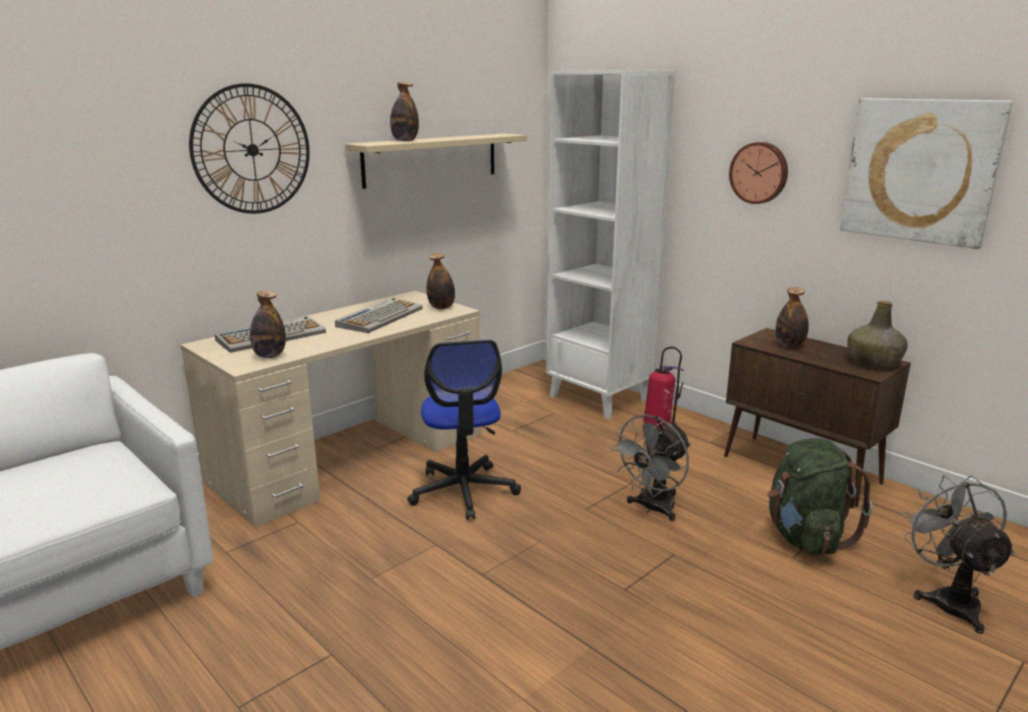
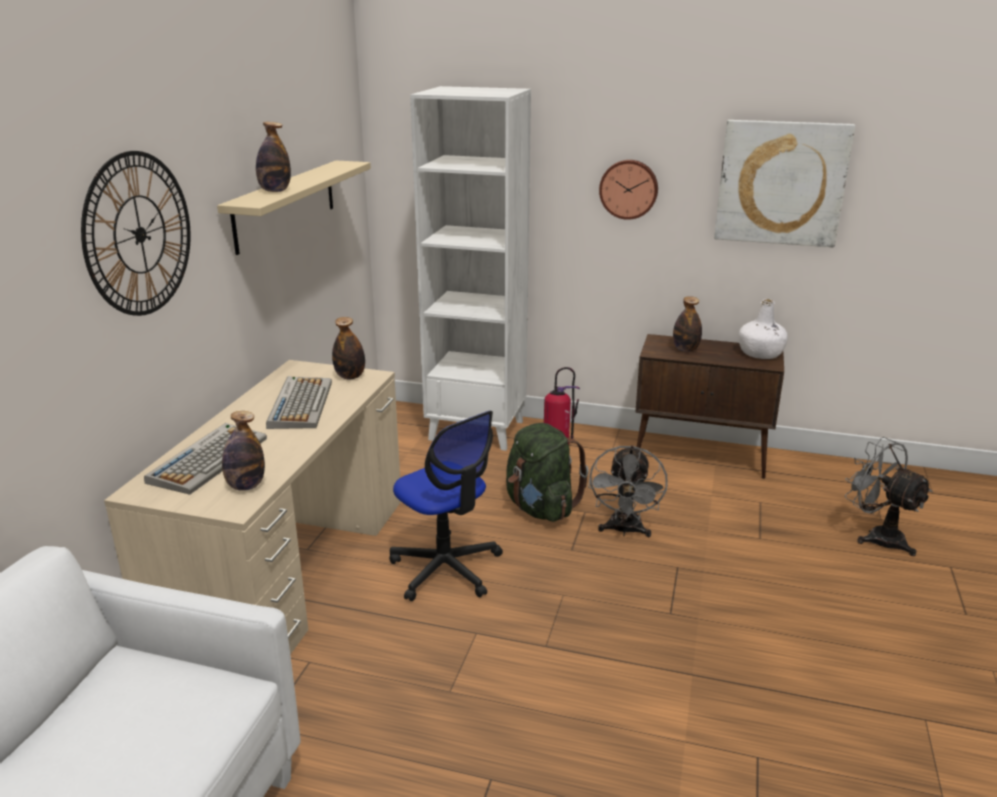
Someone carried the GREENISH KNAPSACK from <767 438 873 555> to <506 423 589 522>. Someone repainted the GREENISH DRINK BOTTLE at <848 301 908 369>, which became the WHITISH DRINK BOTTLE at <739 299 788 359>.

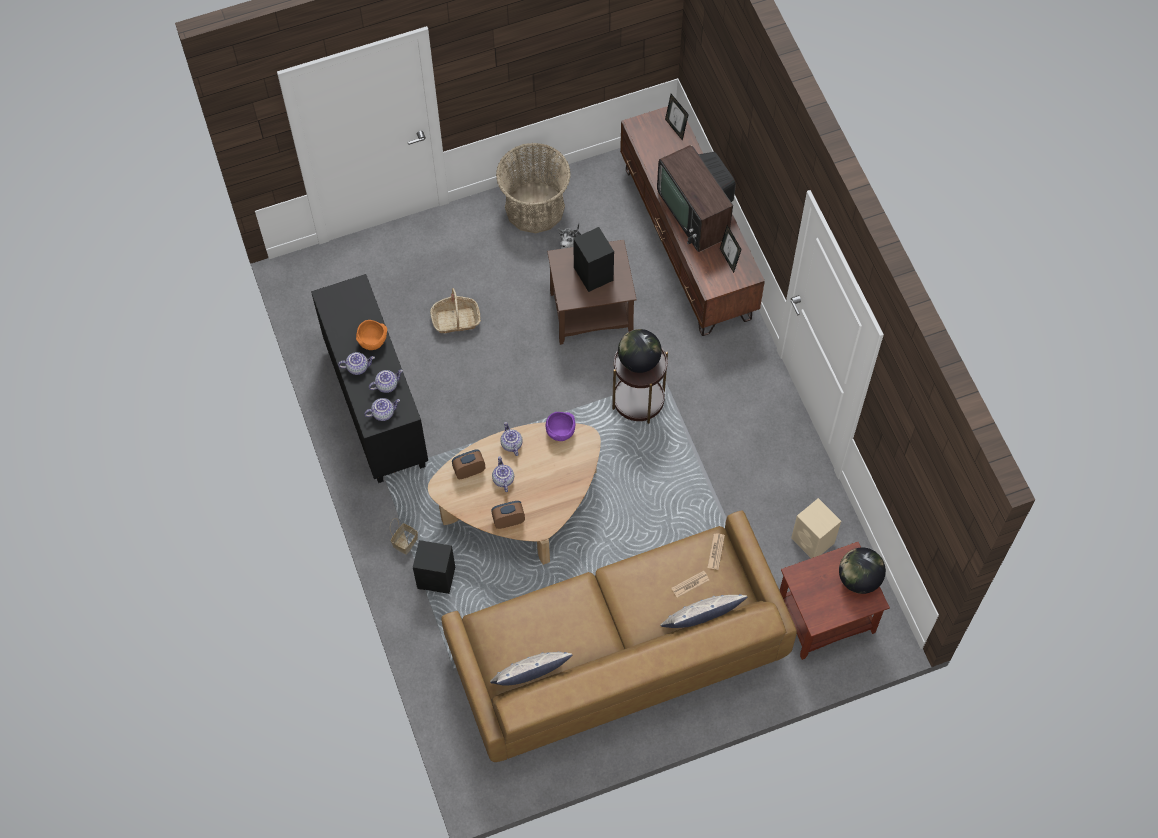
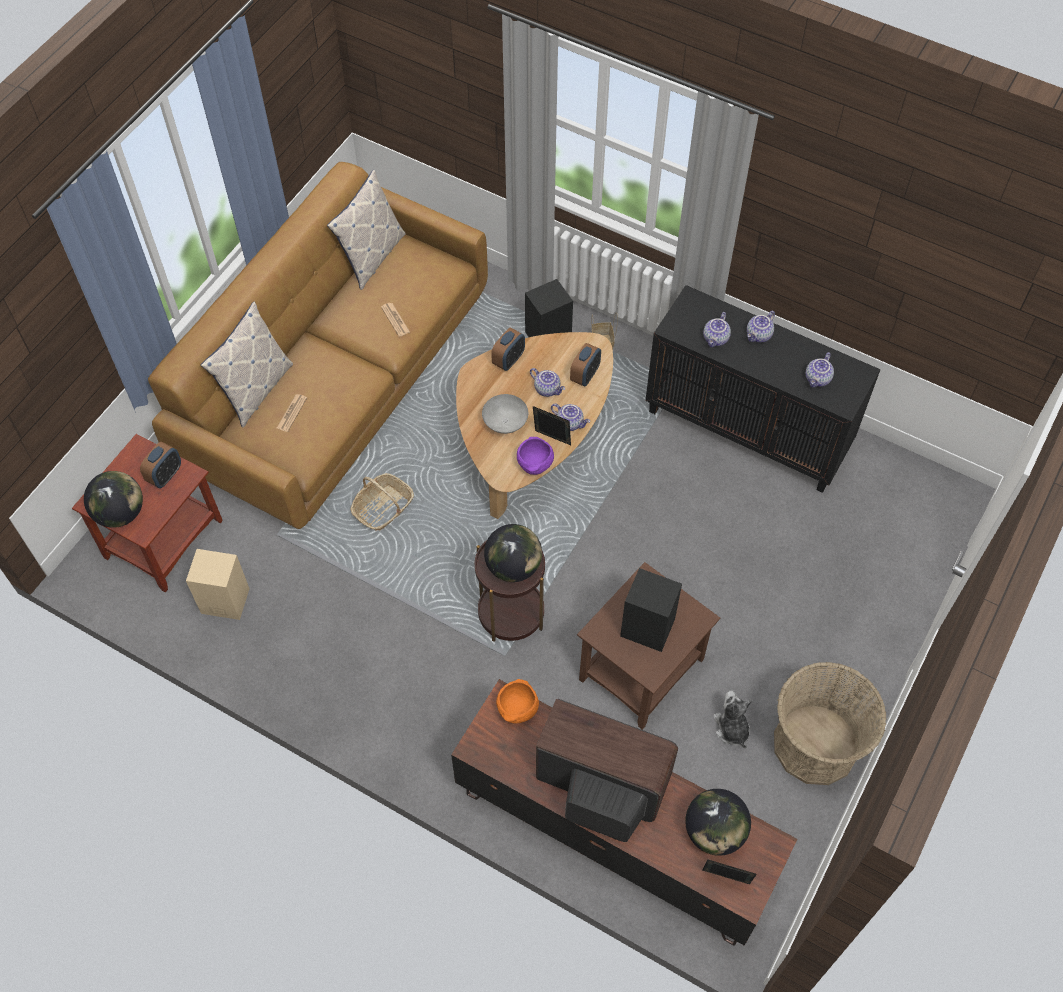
Someone put down the BEDSIDE CLOCK at <140 442 181 488>. Someone carried the STORAGE BASKET from <430 288 481 333> to <350 473 414 531>. Someone carried the PRINTED PAPER from <707 533 725 570> to <381 303 410 337>. Someone put down the GRAY DEEP DISH at <482 394 528 434>. Someone carried the ORANGE-COLOURED DEEP DISH from <356 320 387 350> to <496 679 539 724>. Someone carried the PHOTO FRAME from <720 225 742 273> to <533 406 571 445>. Someone put down the DESK GLOBE at <685 789 751 856>. Someone carried the POT FOR TEA from <364 398 400 421> to <806 352 834 388>.

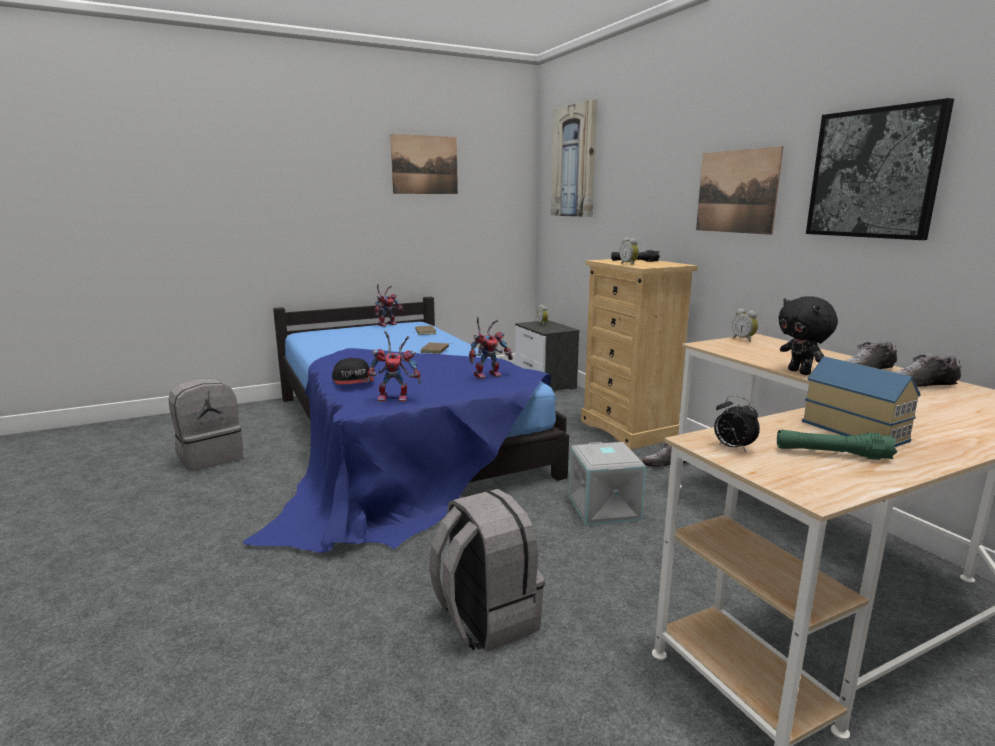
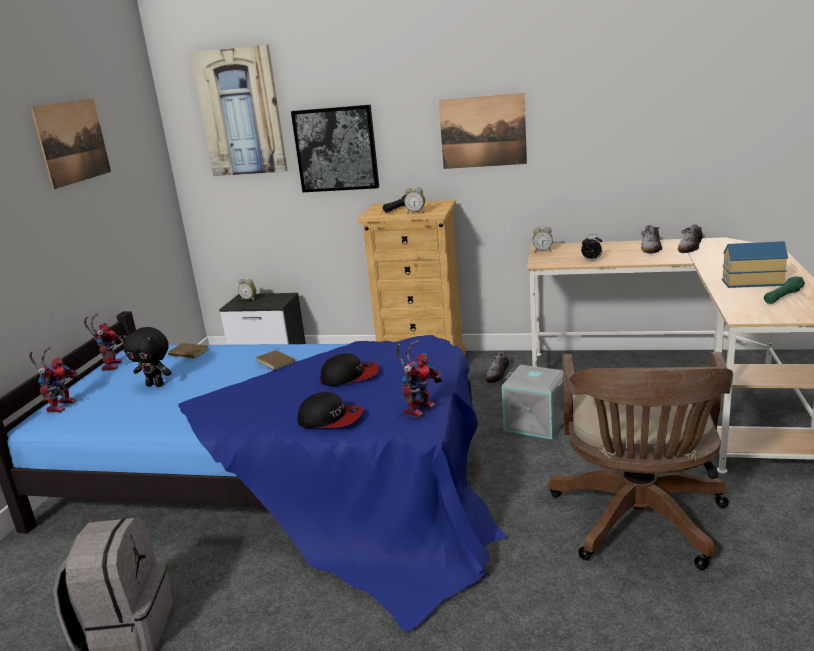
Someone carried the MODEL ROBOT from <469 317 513 379> to <29 346 80 412>. Someone carried the BLACK-COLOURED SOFT TOY from <778 296 838 375> to <123 327 172 387>. Someone carried the WALL PICTURE from <806 98 954 240> to <291 105 379 192>. Someone put down the BASEBALL CAP at <320 353 379 386>. Someone swapped the GRAY KNAPSACK at <429 489 545 652> for the BROWN OFFICE CHAIR at <548 352 733 570>. Someone carried the BEDSIDE CLOCK from <714 395 760 452> to <581 234 602 261>.

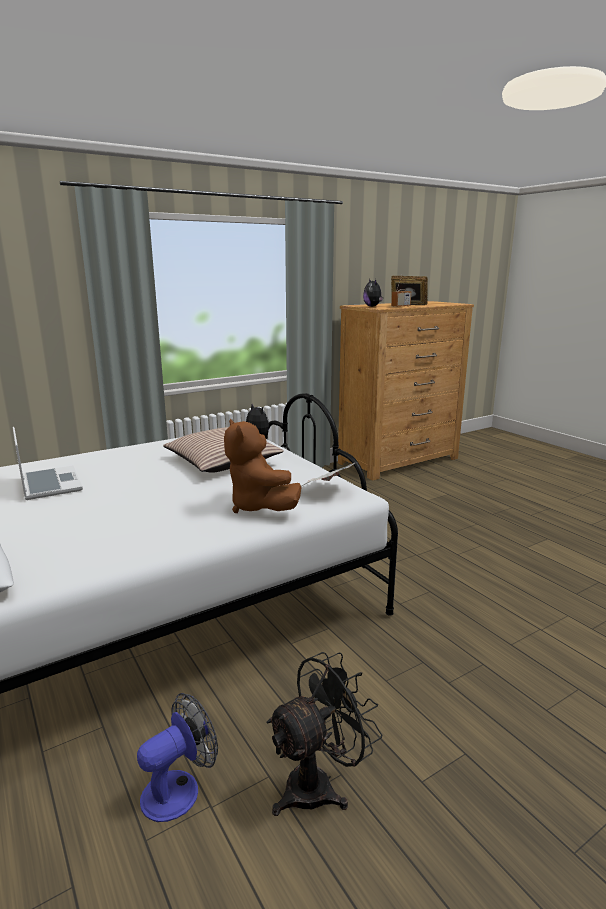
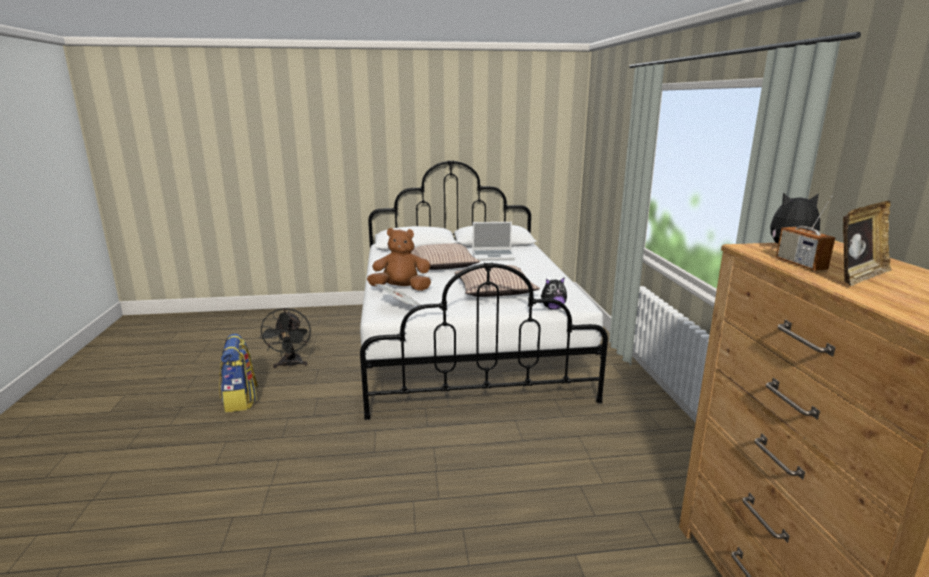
Someone put down the KNAPSACK at <219 334 258 413>. Someone put down the THROW PILLOW at <411 243 480 270>. Someone took away the ELECTRIC FAN at <137 693 218 822>.

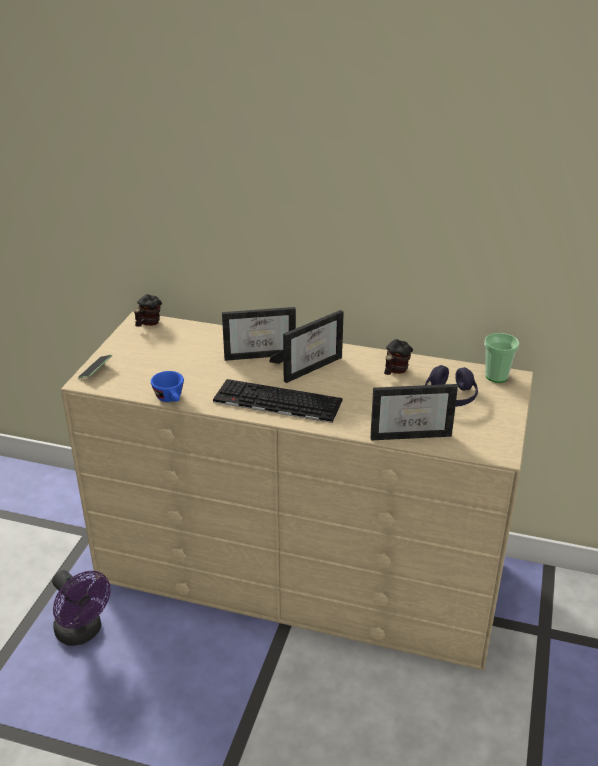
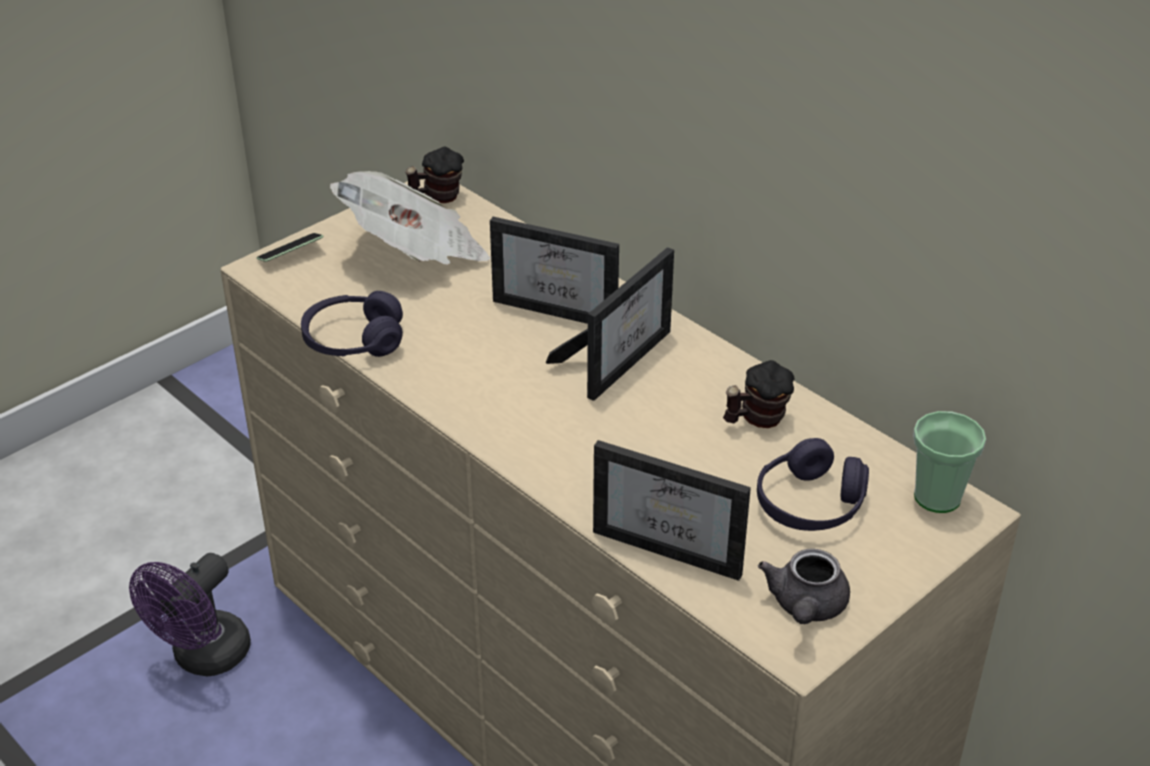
Someone rotated the PURPLE ELECTRIC FAN at <52 570 111 646> by 45 degrees clockwise. Someone swapped the BLUE-COLOURED DRINKING CUP at <151 371 184 402> for the PURPLE HEADSET at <301 291 403 357>. Someone put down the PRINTED PAPER at <330 171 491 265>. Someone rotated the PHOTO FRAME at <269 310 344 383> by 45 degrees counterclockwise. Someone put down the GRAY POT FOR TEA at <758 549 850 624>. Someone took away the PC KEYBOARD at <213 379 343 423>.

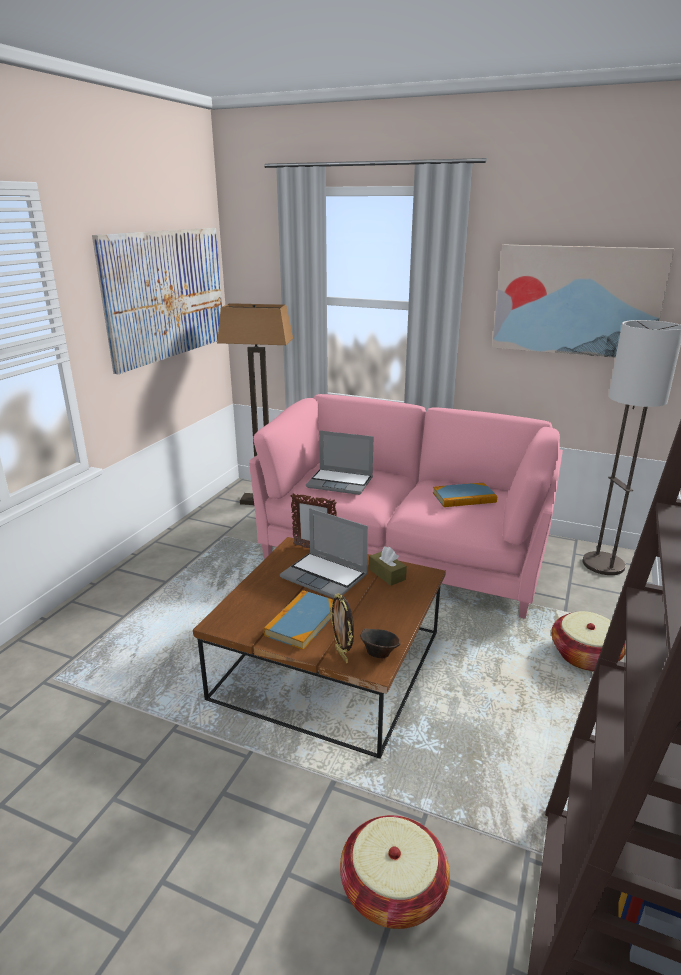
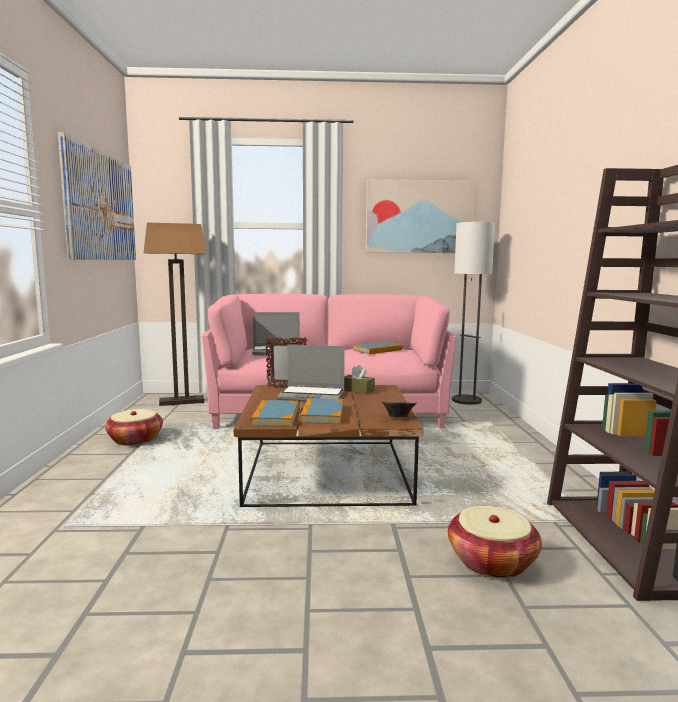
Someone carried the STORAGE BASKET from <551 611 626 671> to <105 409 163 446>. Someone put down the BOUND BOOK at <251 400 298 427>. Someone took away the PHOTO FRAME at <330 593 354 663>.

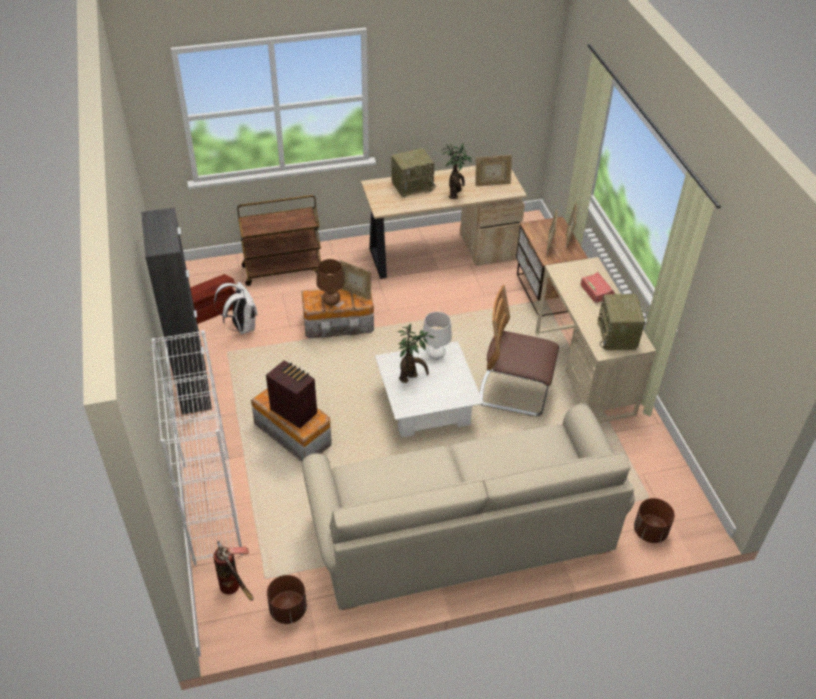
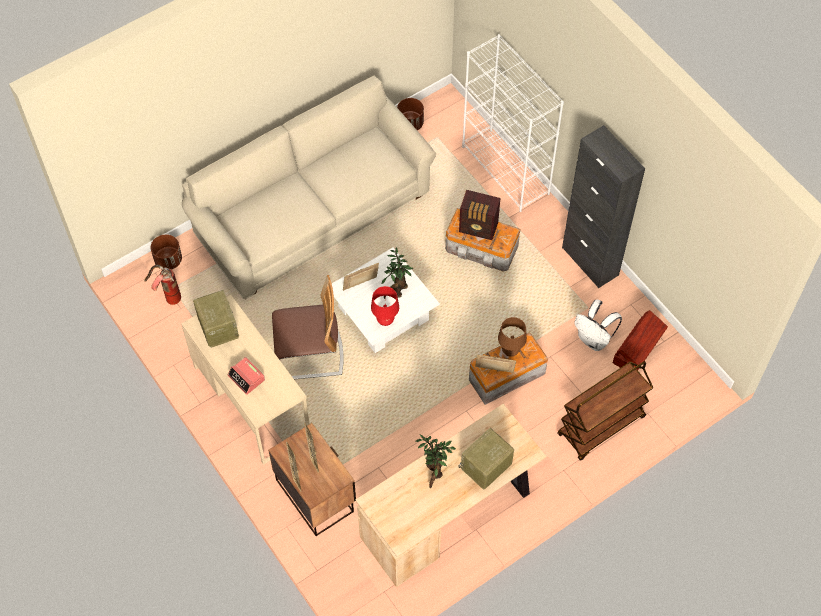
Someone carried the EXTINGUISHER from <213 541 254 601> to <144 264 181 305>. Someone carried the PHOTO FRAME from <475 155 512 186> to <343 263 379 290>. Someone repainted the WHITISH TABLETOP LAMP at <422 312 452 360>, which became the RED TABLETOP LAMP at <371 286 399 326>.

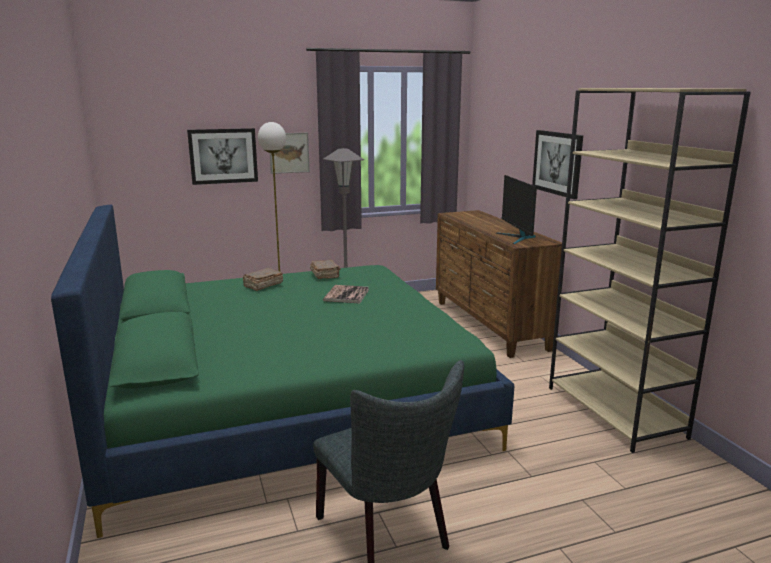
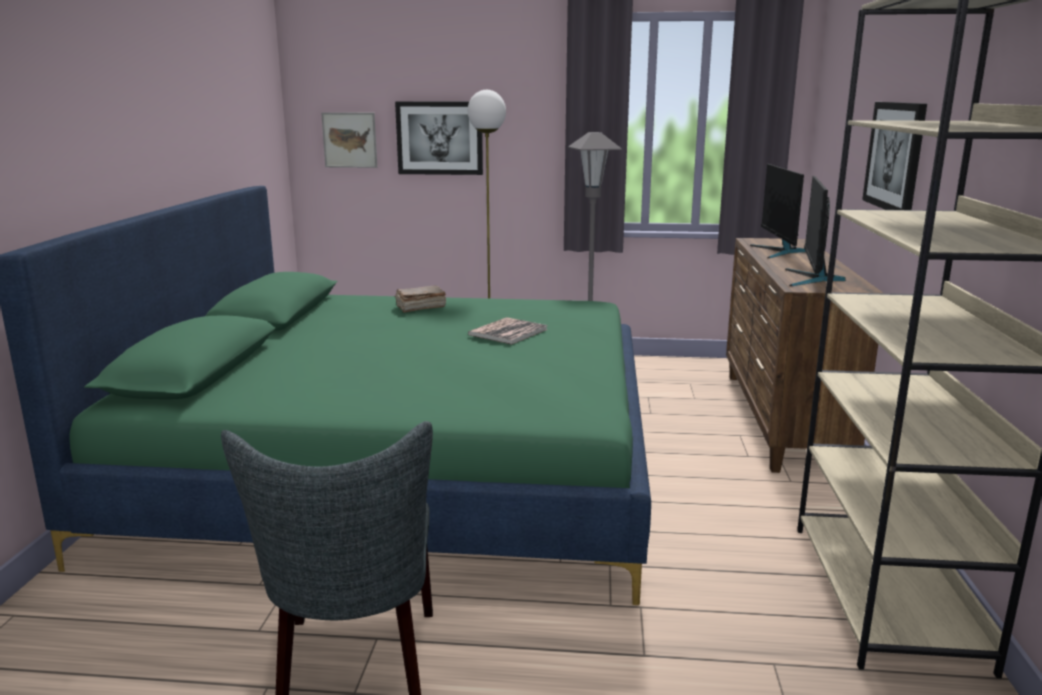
Someone carried the WALL PICTURE from <270 133 310 174> to <321 112 377 168>. Someone put down the COMPUTER DISPLAY at <750 164 806 258>. Someone took away the BROWN BOUND BOOK at <310 260 340 279>.

